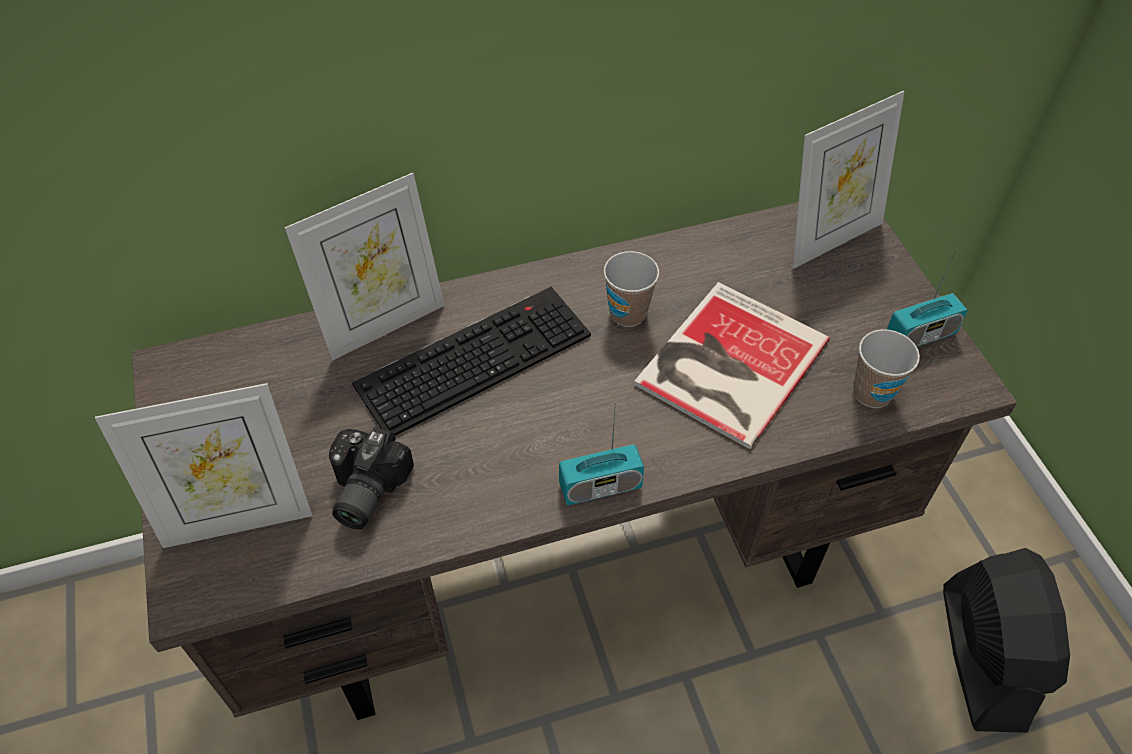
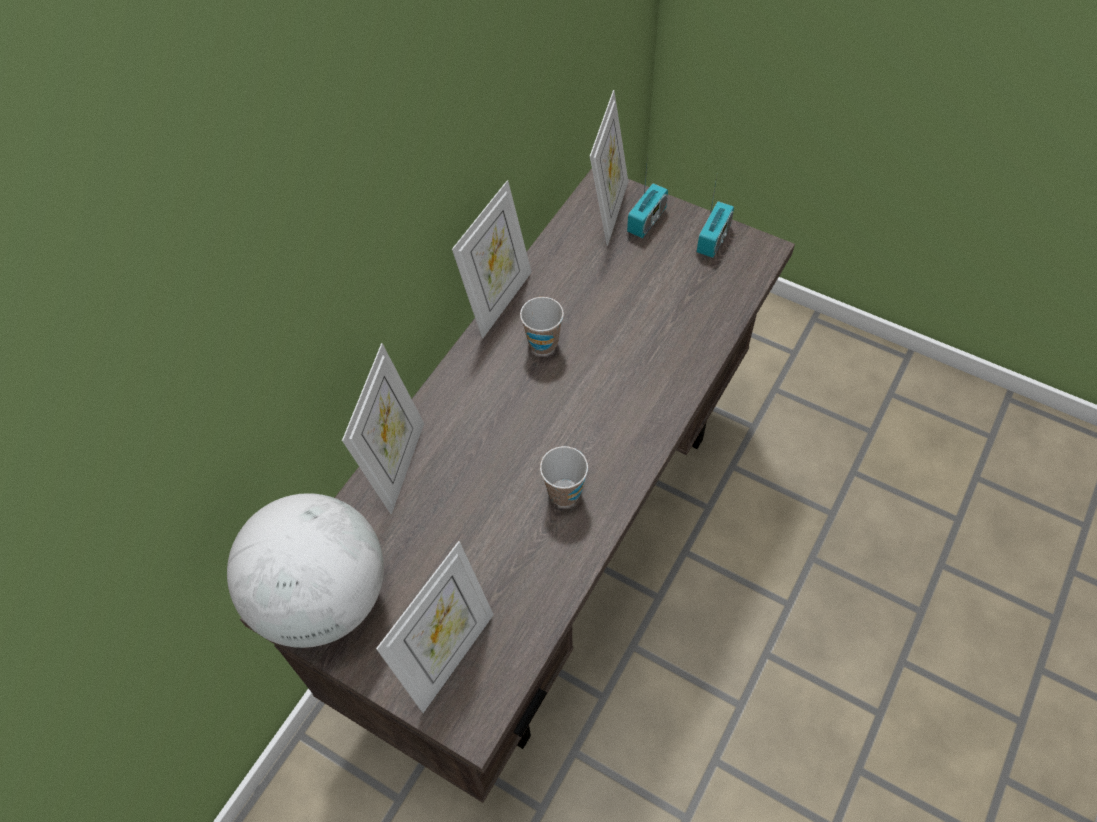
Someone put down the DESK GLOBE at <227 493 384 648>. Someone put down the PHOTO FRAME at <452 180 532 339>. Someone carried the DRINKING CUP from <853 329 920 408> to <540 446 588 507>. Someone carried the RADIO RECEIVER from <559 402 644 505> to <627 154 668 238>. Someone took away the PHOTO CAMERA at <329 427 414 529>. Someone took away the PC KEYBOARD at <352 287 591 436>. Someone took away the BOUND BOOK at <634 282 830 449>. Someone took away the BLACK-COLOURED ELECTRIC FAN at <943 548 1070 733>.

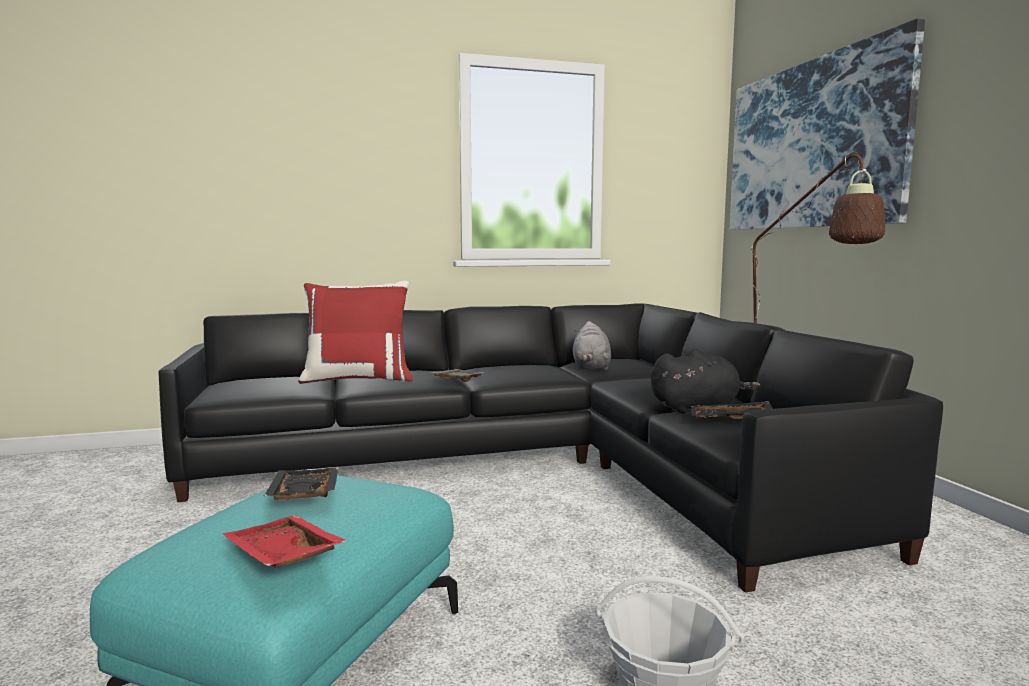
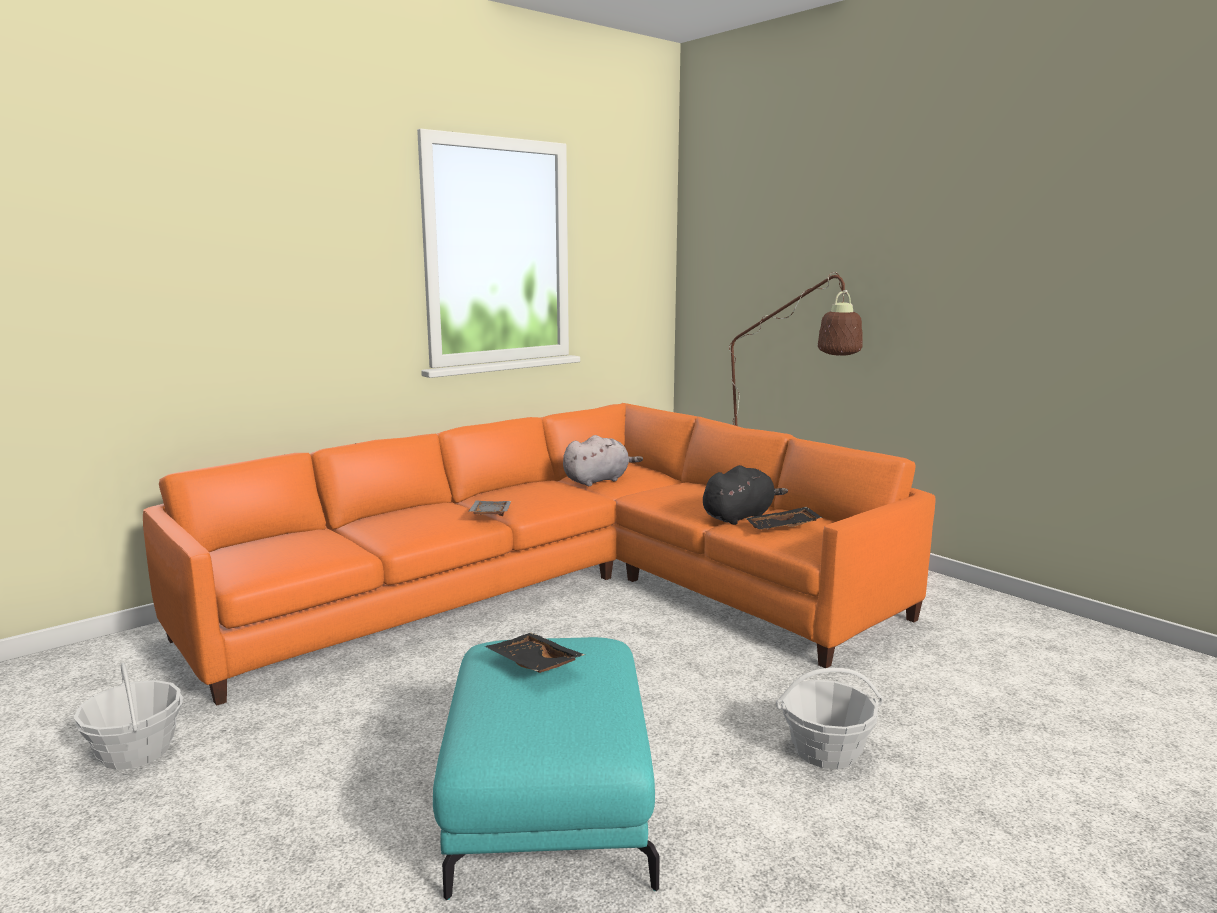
Someone put down the STORAGE BASKET at <74 663 183 770>. Someone repainted the BLACK-COLOURED SETTEE at <158 303 943 593>, which became the ORANGE-COLOURED SETTEE at <143 403 936 706>. Someone rotated the GRAY SOFT TOY at <573 321 611 371> by 105 degrees counterclockwise. Someone took away the RED TRAY at <223 515 347 568>. Someone took away the RED THROW PILLOW at <298 281 413 384>. Someone took away the WALL PICTURE at <730 18 925 230>.

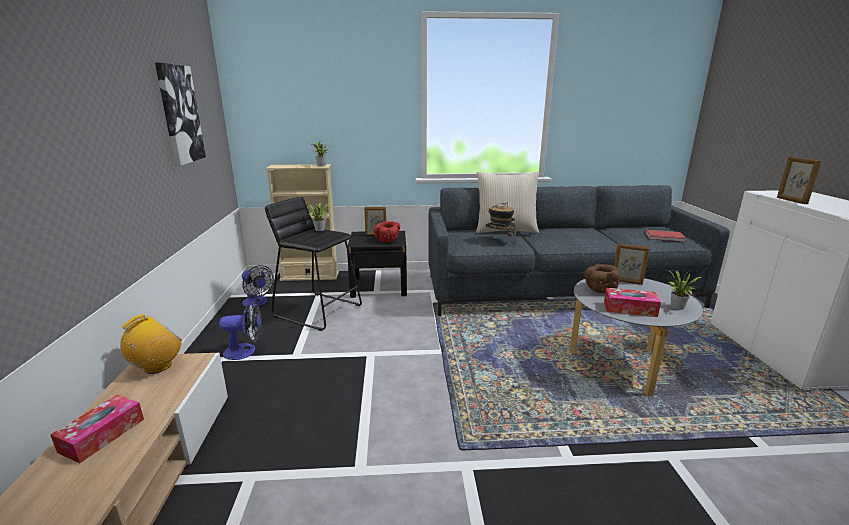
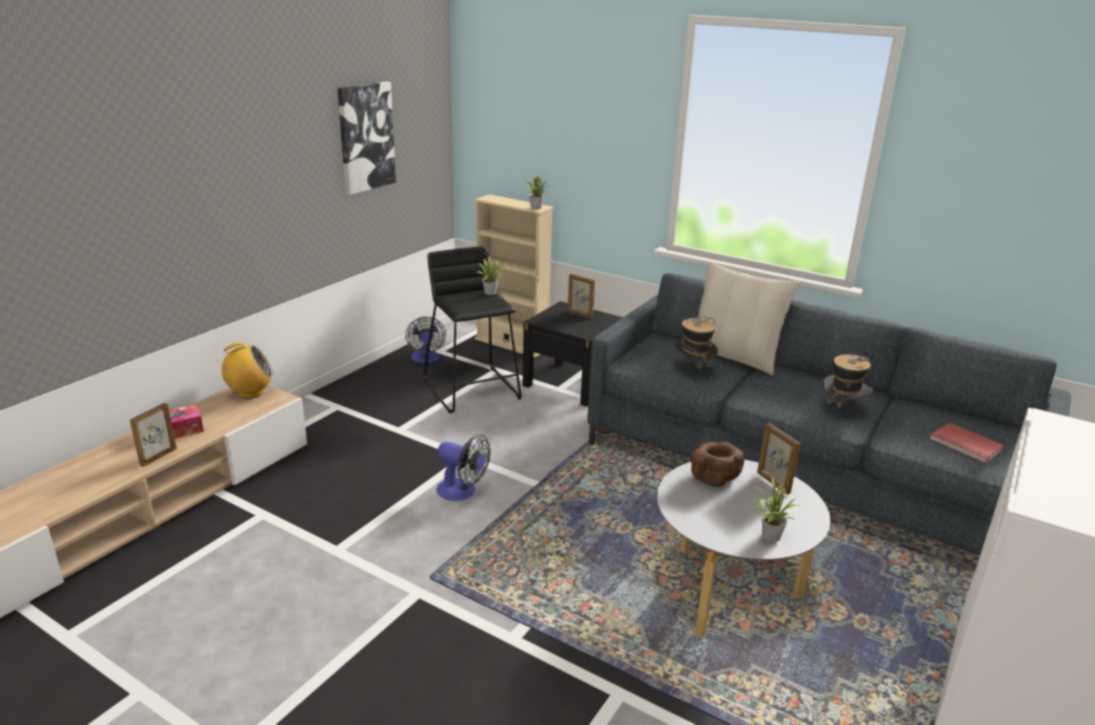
Someone carried the PHOTO FRAME from <777 156 822 204> to <130 403 177 467>. Someone carried the ELECTRIC FAN from <219 302 262 360> to <436 435 491 501>. Someone put down the WEARABLE HAT at <822 354 872 421>. Someone took away the RED DEEP DISH at <374 221 400 243>. Someone took away the BOX OF TISSUES at <604 288 661 317>.

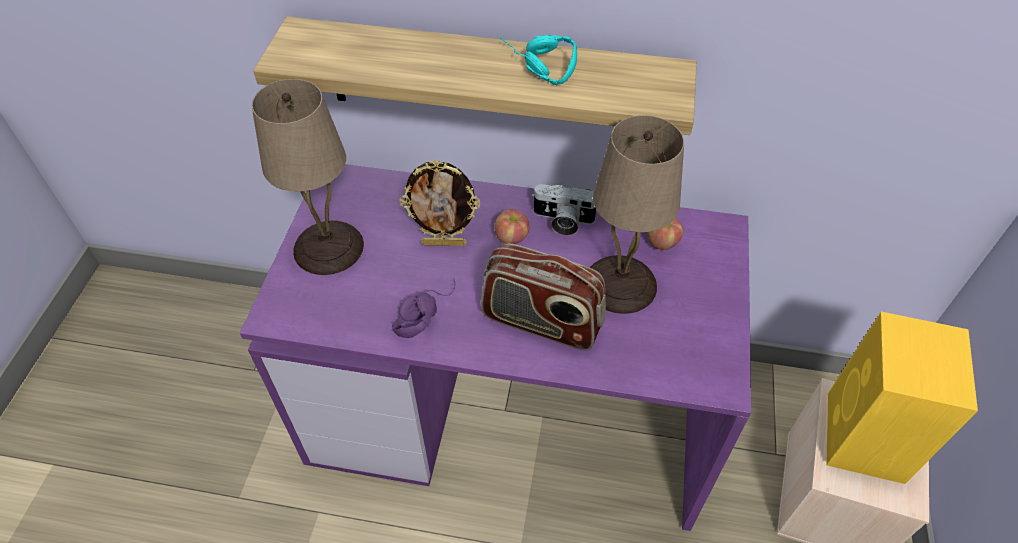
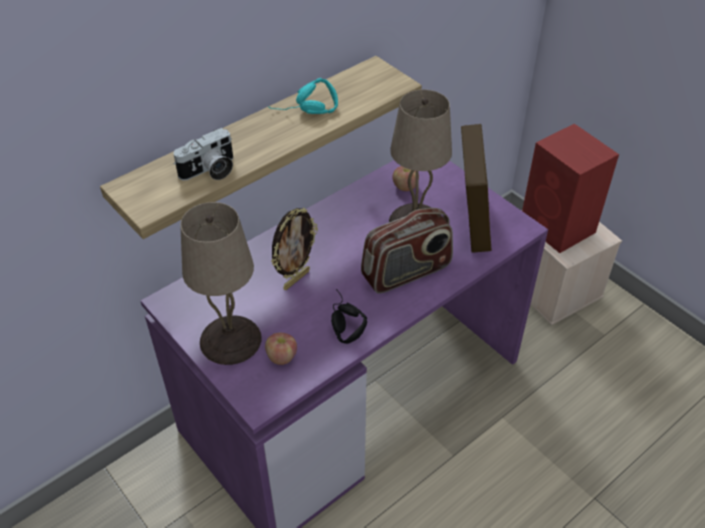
Someone carried the PHOTO CAMERA from <532 184 596 235> to <173 128 233 181>. Someone carried the APPLE from <494 209 530 244> to <265 333 297 365>. Someone repainted the PURPLE HEADSET at <392 278 455 338>, which became the BLACK-COLOURED HEADSET at <331 289 367 344>. Someone put down the PHOTO FRAME at <461 124 492 252>. Someone repainted the YELLOW-COLOURED AUDIO SPEAKER at <826 312 978 484>, which became the RED AUDIO SPEAKER at <522 124 619 253>.

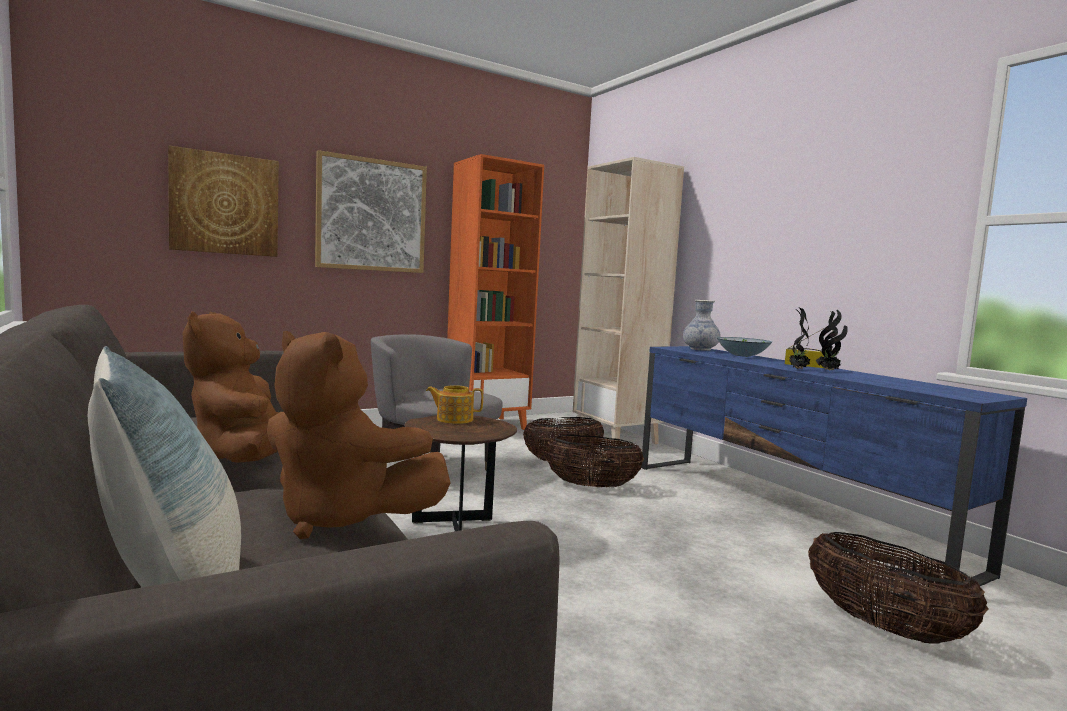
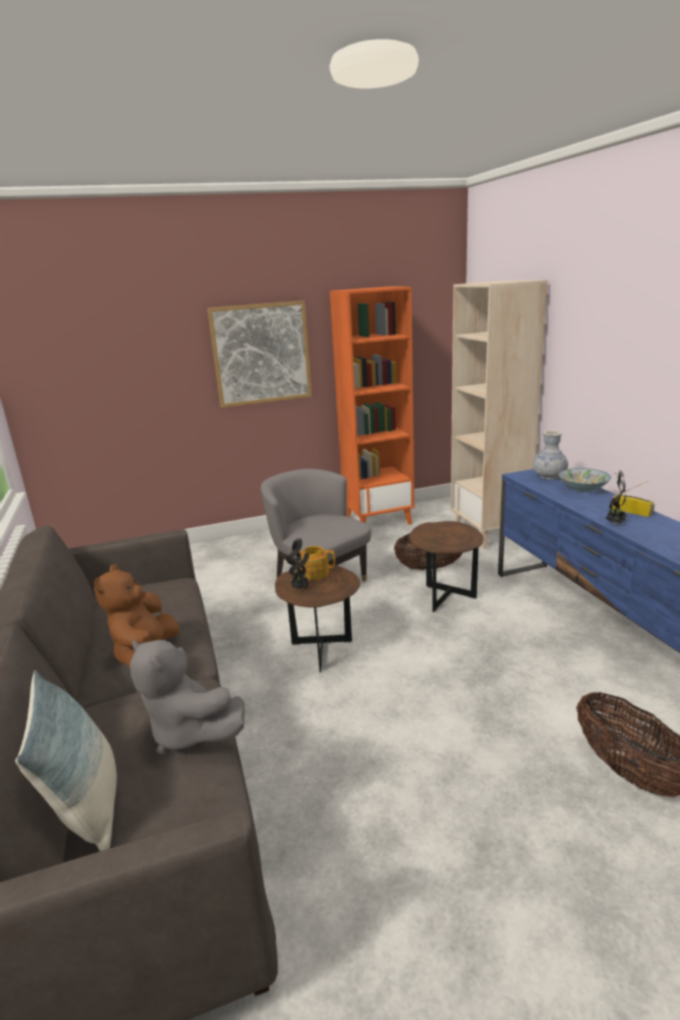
Someone repainted the BROWN SOFT TOY at <267 331 450 539>, which became the GRAY SOFT TOY at <130 639 245 754>. Someone carried the HOUSEPLANT from <815 309 848 370> to <286 538 309 589>. Someone swapped the STORAGE BASKET at <545 435 644 487> for the BROWN END TABLE at <409 521 483 612>. Someone took away the WALL PICTURE at <168 145 279 257>.

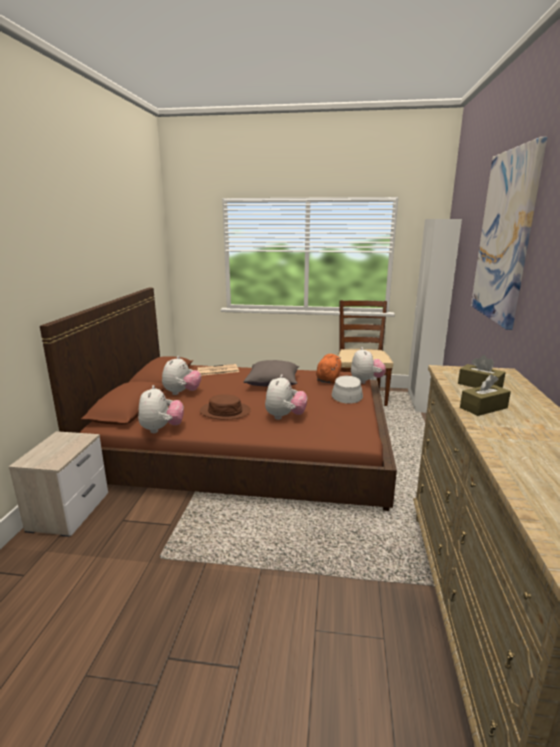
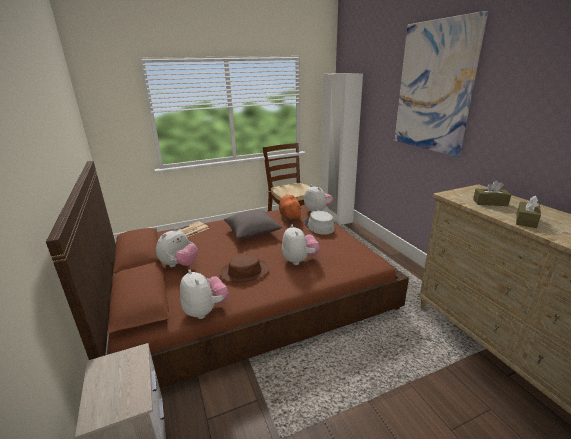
Someone rotated the SOFT TOY at <162 356 201 395> by 45 degrees clockwise.

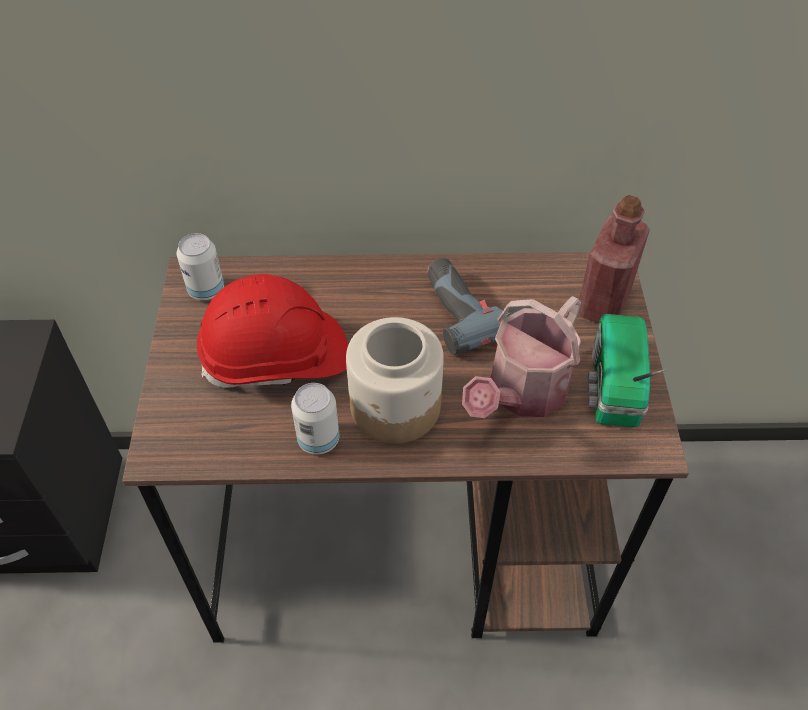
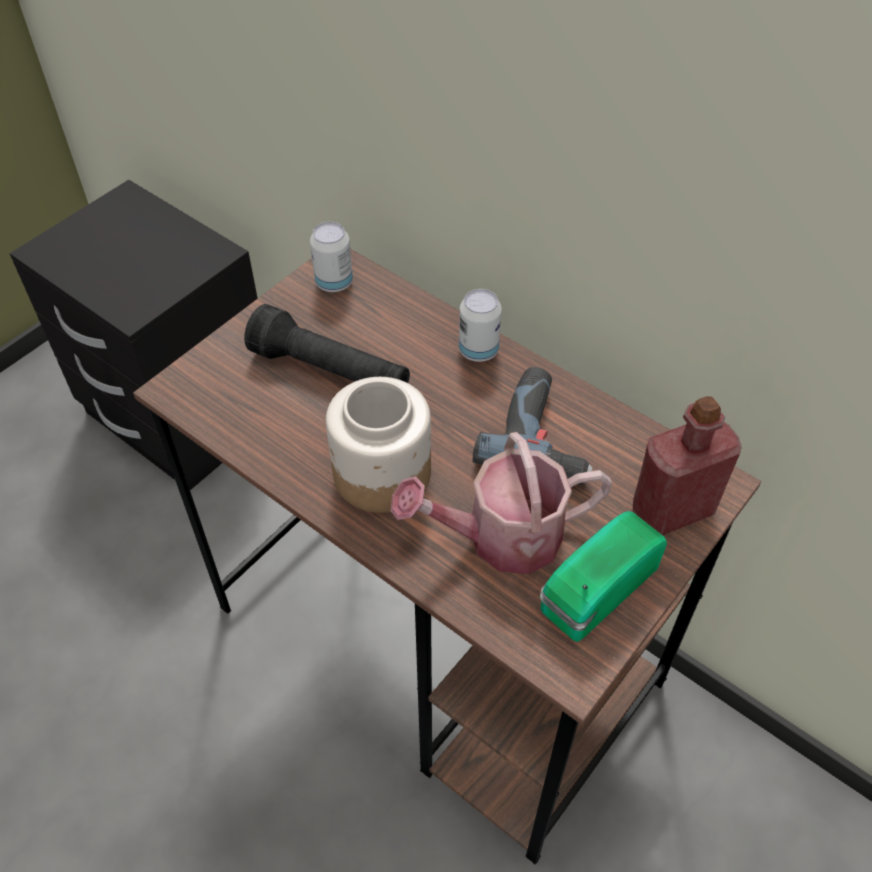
Someone swapped the RED HARD HAT at <197 274 348 388> for the BLACK-COLOURED HAND TORCH at <244 304 410 383>. Someone carried the SEALED CAN from <291 383 339 455> to <459 289 502 362>.

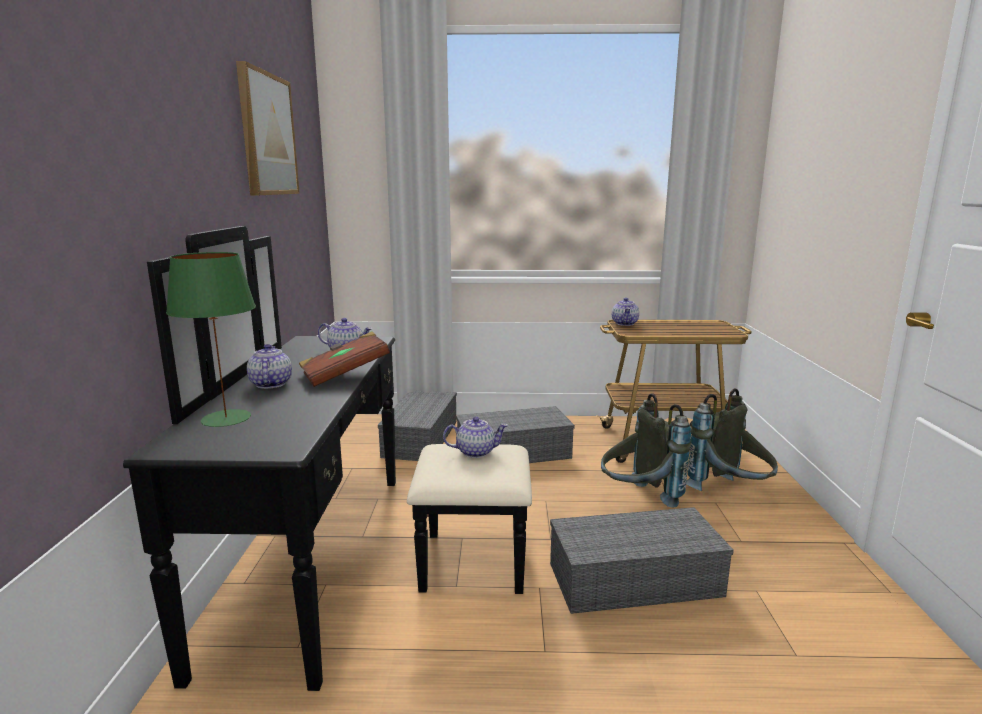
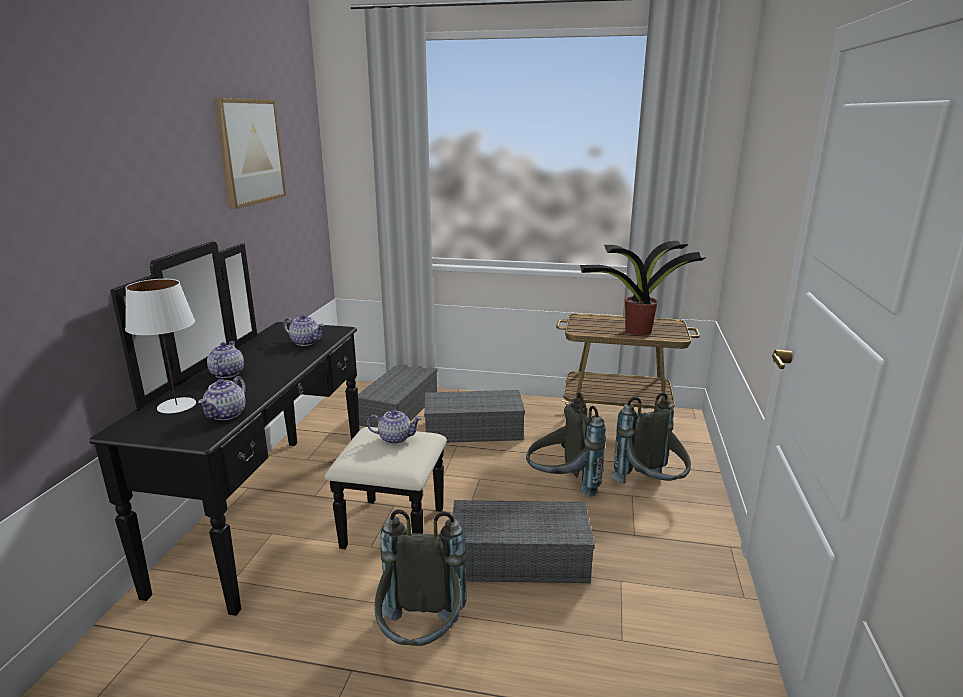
Someone repainted the GREENISH TABLETOP LAMP at <166 252 256 427>, which became the WHITISH TABLETOP LAMP at <125 279 196 413>. Someone carried the POT FOR TEA from <612 298 639 326> to <198 376 246 420>. Someone put down the GRAY KNAPSACK at <375 509 466 646>. Someone put down the HOUSEPLANT at <580 241 706 335>. Someone took away the BROWN BOUND BOOK at <299 331 390 387>.

